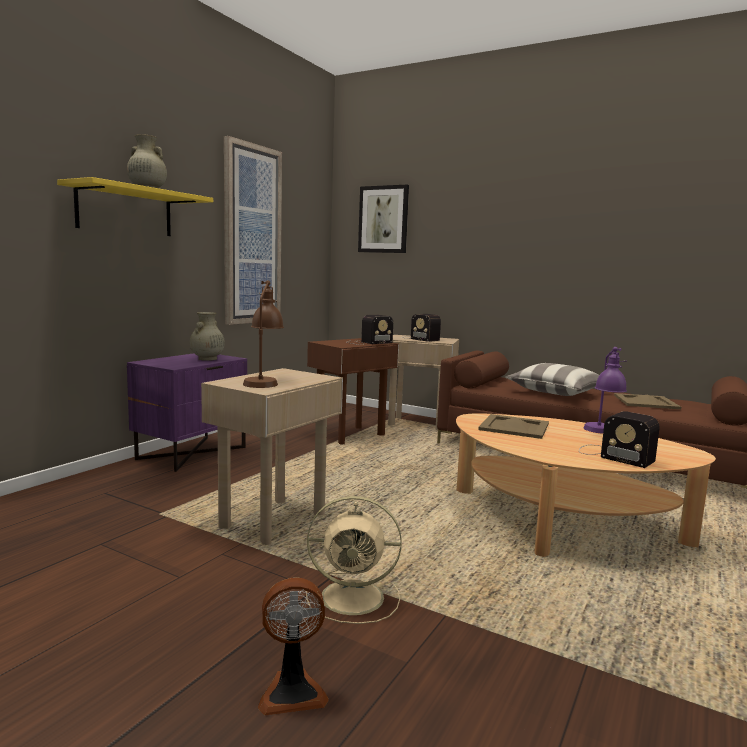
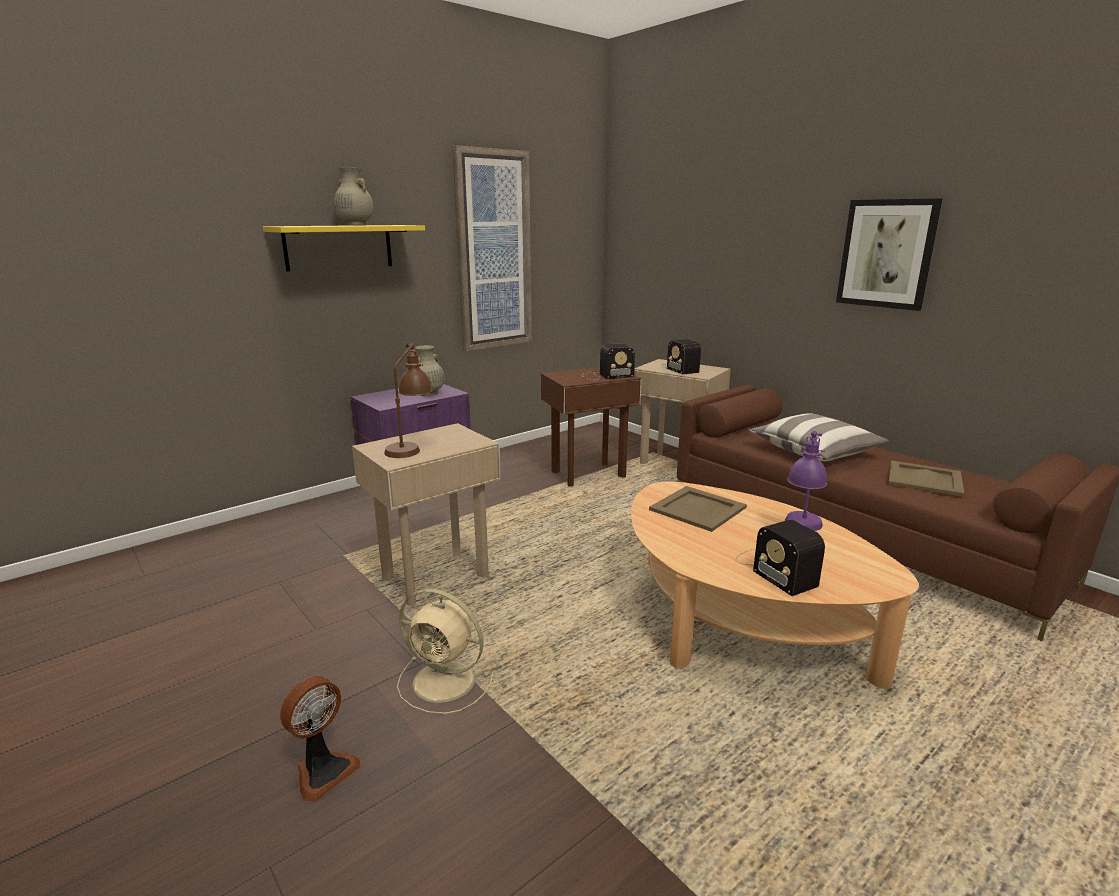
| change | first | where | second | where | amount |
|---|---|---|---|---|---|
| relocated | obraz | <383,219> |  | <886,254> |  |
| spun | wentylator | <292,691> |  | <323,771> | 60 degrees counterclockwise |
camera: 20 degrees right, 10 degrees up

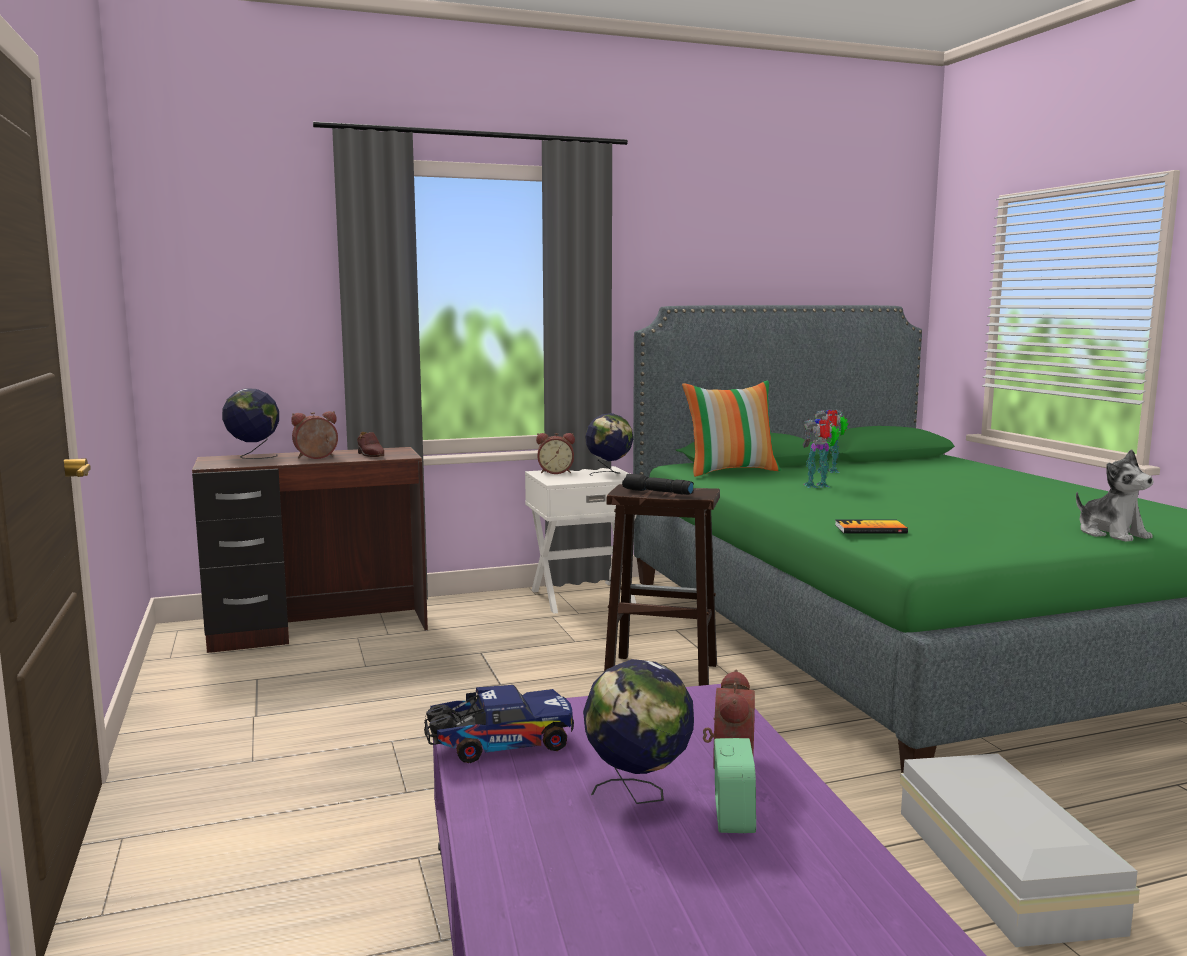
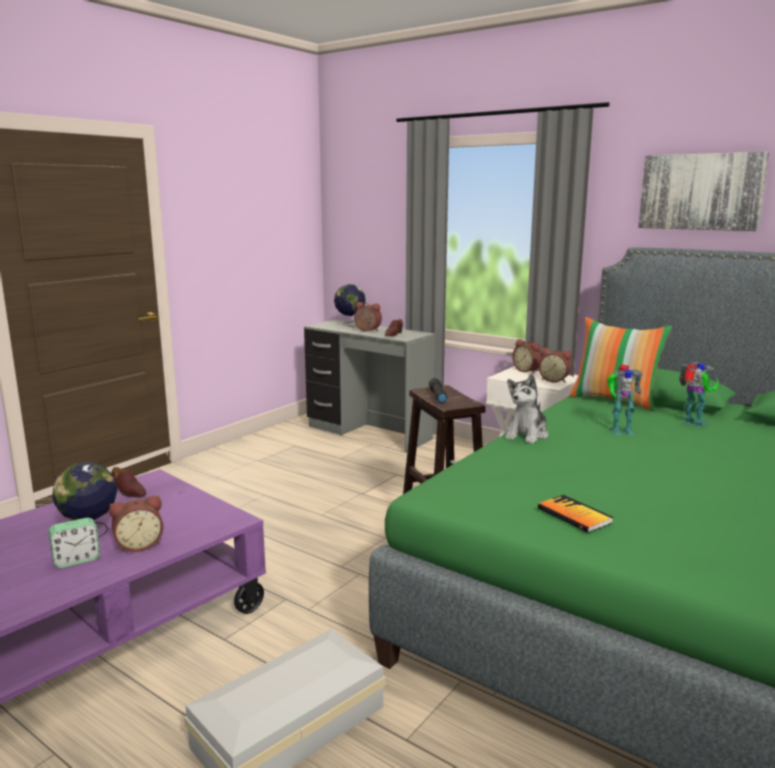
| change | first | where | second | where | amount |
|---|---|---|---|---|---|
| exchanged | globus | <609,473> | budzik | <554,380> |  |
| spun | robot zabawkowy | <818,486> |  | <620,430> | 135 degrees clockwise |
| colour | biurko/brązowy | <319,630> | biurko/szary | <368,433> |  |
| relocated | pluszak | <1111,533> |  | <527,435> |  |
| relocated | książka | <870,529> |  | <574,515> |  |
| exchanged | ciężarówka zabawkowa | <498,745> | but/brązowy | <128,492> |  |
| appeared |  |  | obraz | <700,192> |  |
camera: 55 degrees right, 5 degrees up

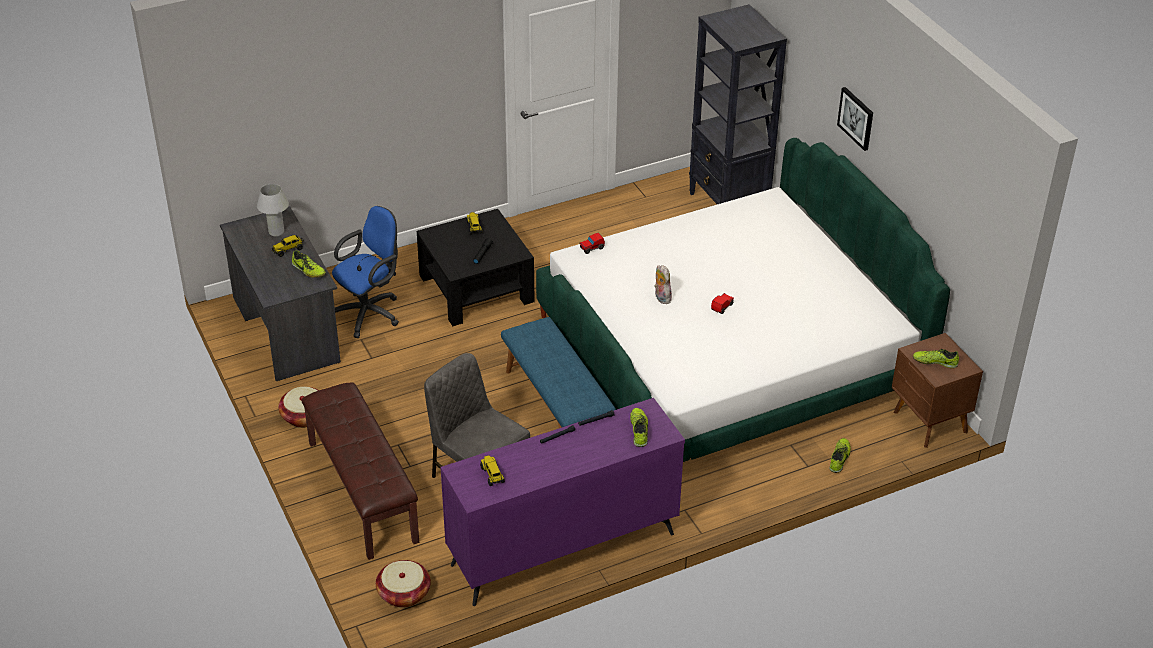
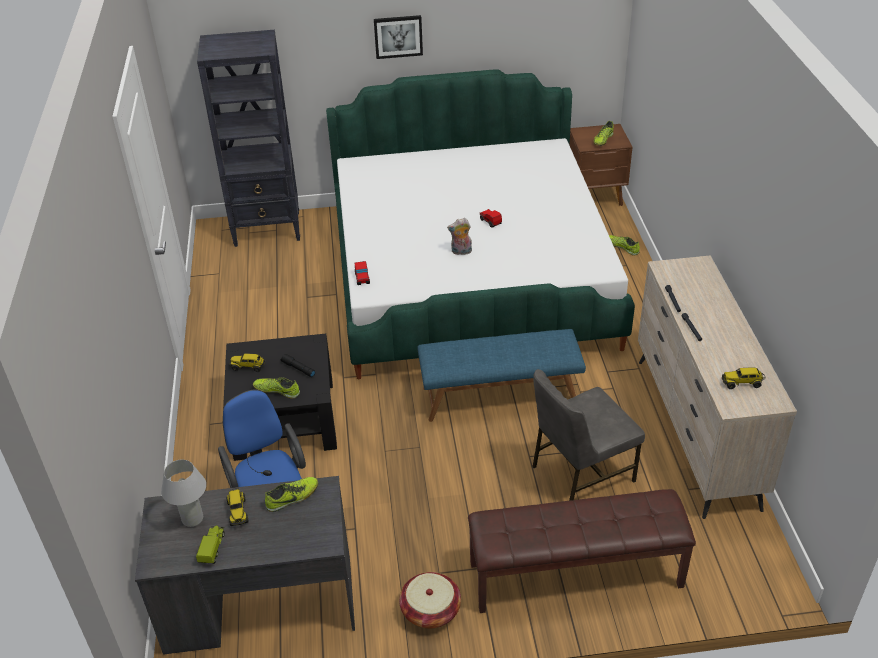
| change | first | where | second | where | amount |
|---|---|---|---|---|---|
| colour | komoda/fioletowy | <562,549> | komoda/beżowy | <695,432> |  |
| relocated | but | <639,430> |  | <277,391> |  |
| missing | koszyk | <404,593> |  |  |  |
| appeared |  |  | ciężarówka zabawkowa | <213,549> |  |
camera: 70 degrees left, 0 degrees up

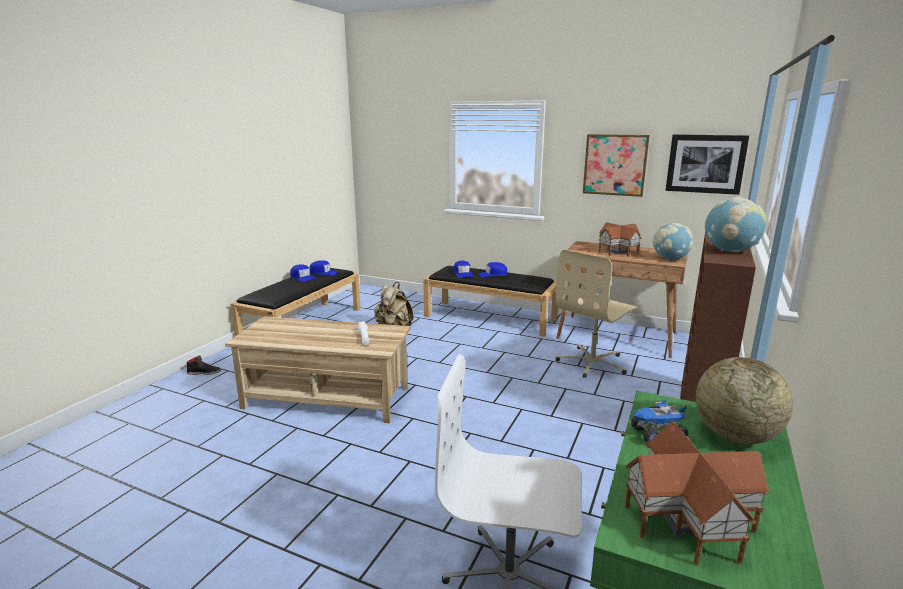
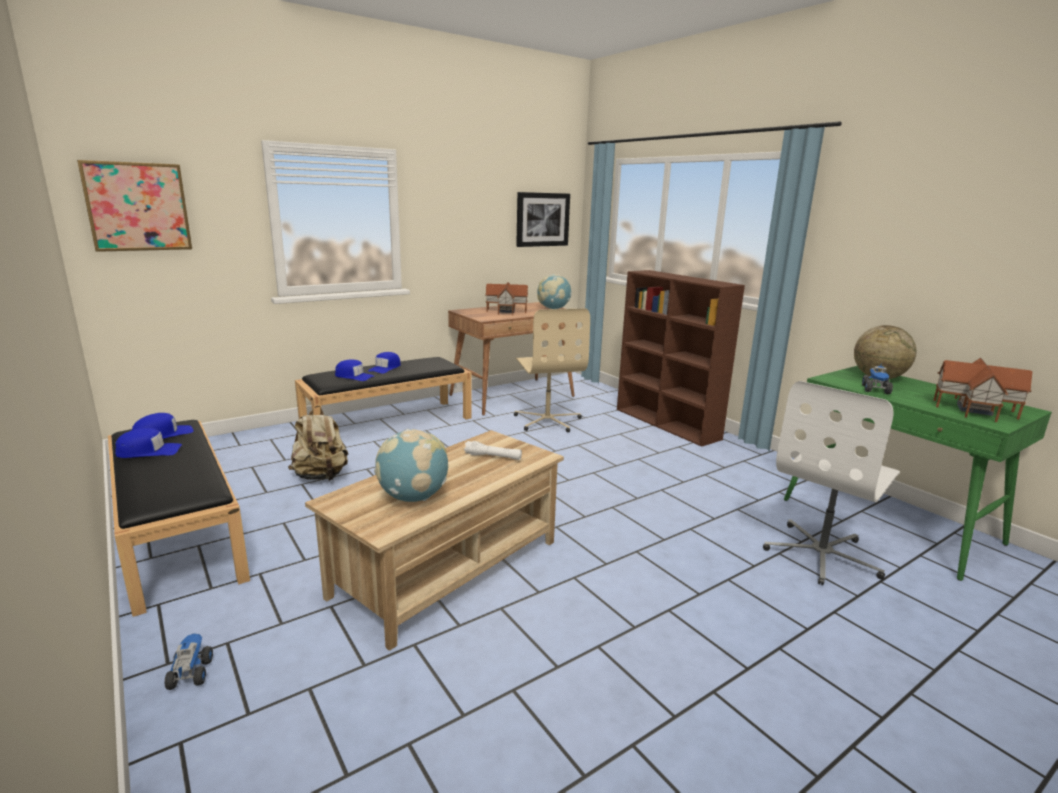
| change | first | where | second | where | amount |
|---|---|---|---|---|---|
| relocated | obraz | <615,164> |  | <137,207> |  |
| relocated | globus | <730,251> |  | <413,497> |  |
| exchanged | but/czarny | <204,372> | ciężarówka zabawkowa | <190,673> |  |
camera: 60 degrees left, 0 degrees up

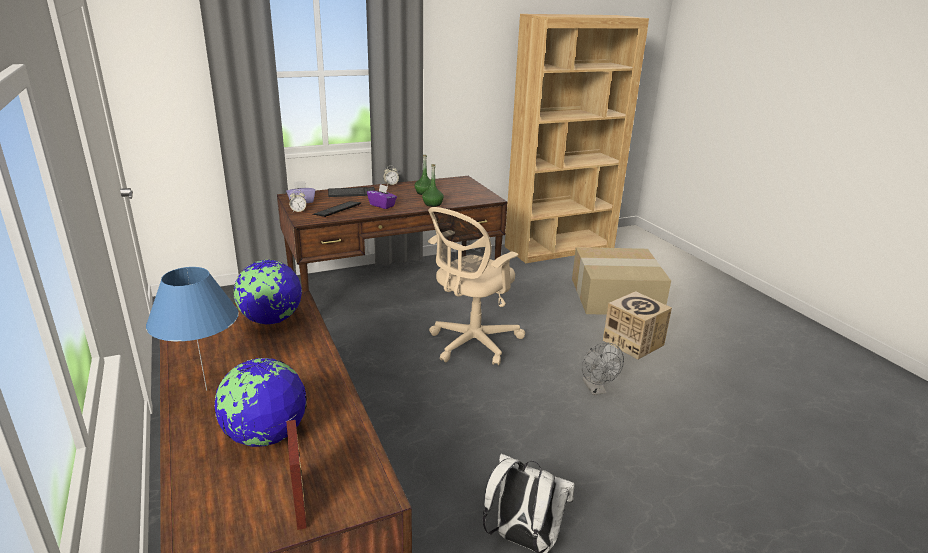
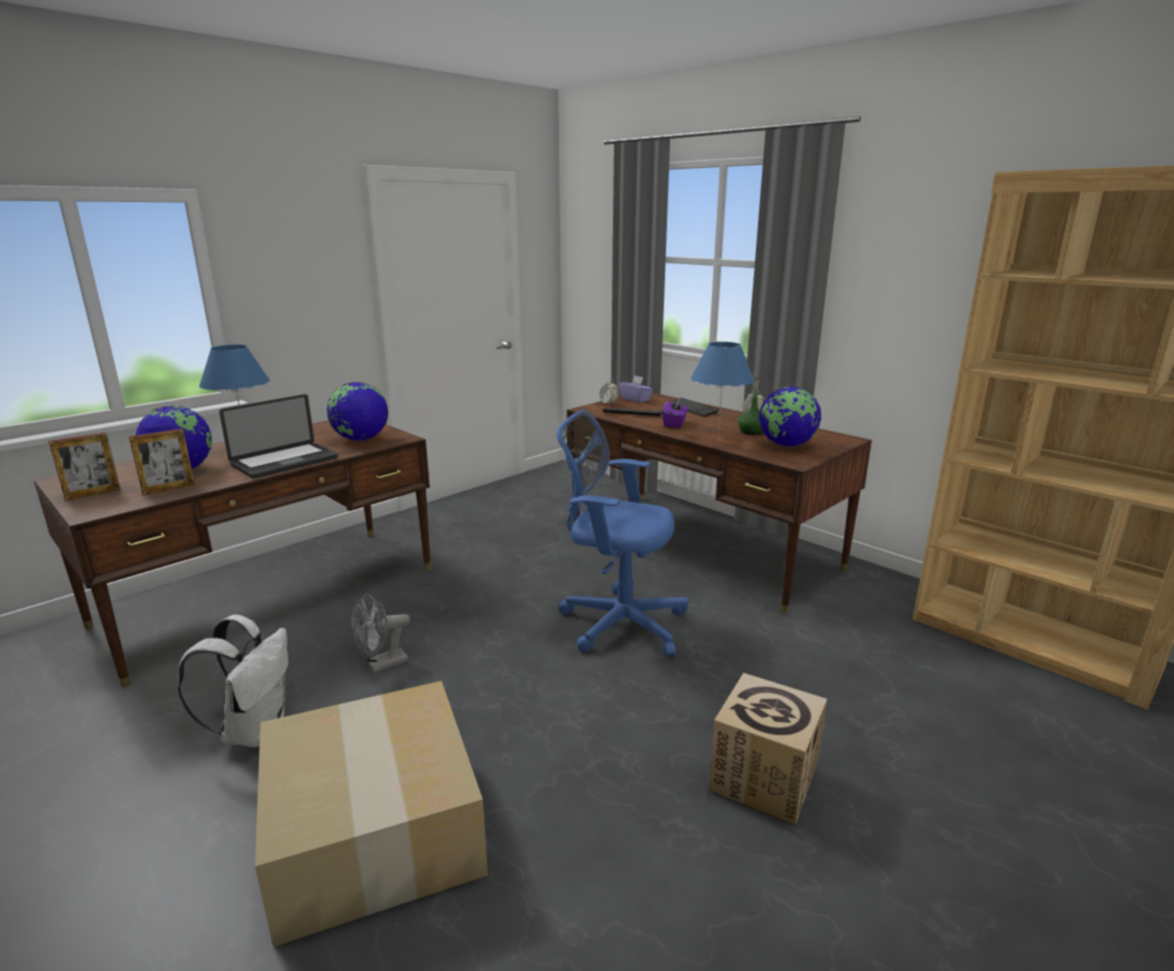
| change | first | where | second | where | amount |
|---|---|---|---|---|---|
| exchanged | butelka/zielony | <432,204> | lampa stołowa/niebieski | <718,440> |  |
| colour | krzesło biurowe/beżowy | <471,344> | krzesło biurowe/niebieski | <618,622> |  |
| relocated | karton | <616,295> |  | <377,832> |  |
| relocated | wentylator/szary | <596,389> |  | <382,665> |  |
| appeared |  |  | globus | <786,445> |  |
| appeared |  |  | laptop | <285,462> |  |
| appeared |  |  | ramka na zdjęcie | <169,489> |  |
camera: 70 degrees right, 5 degrees down

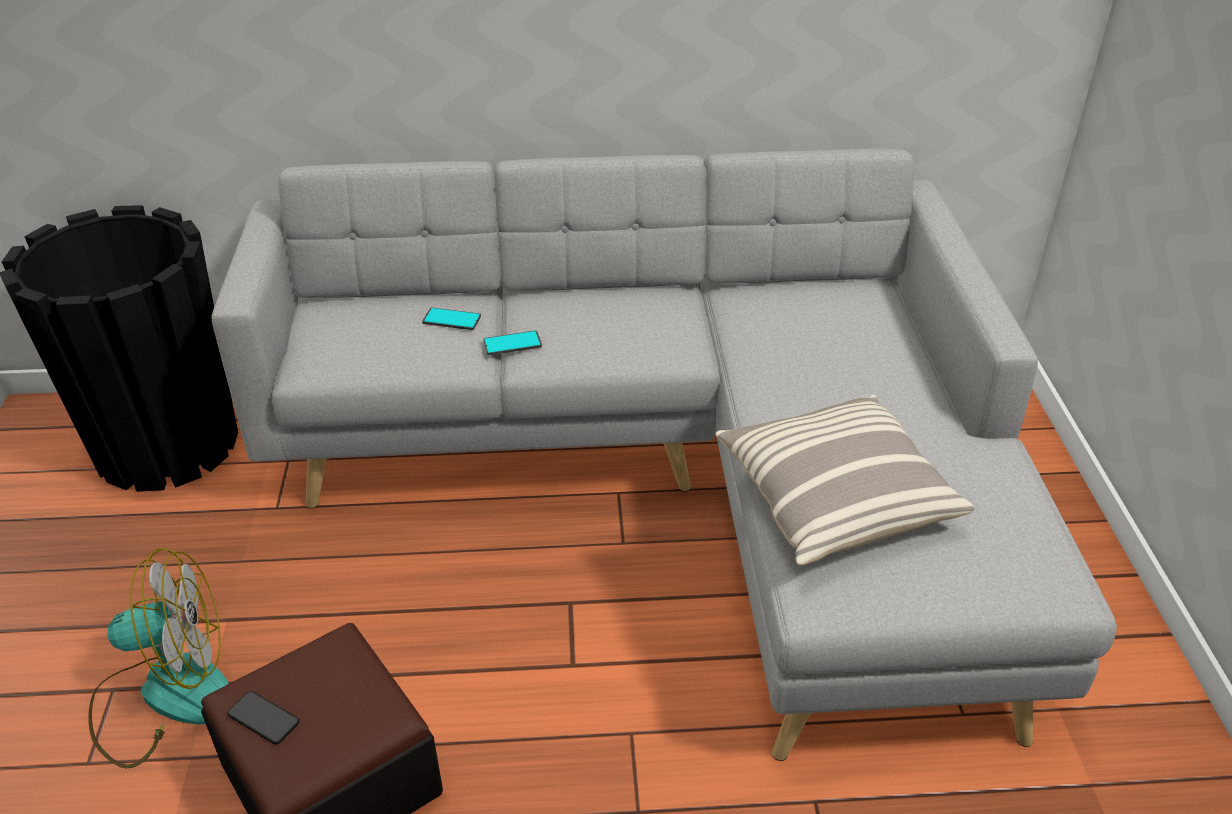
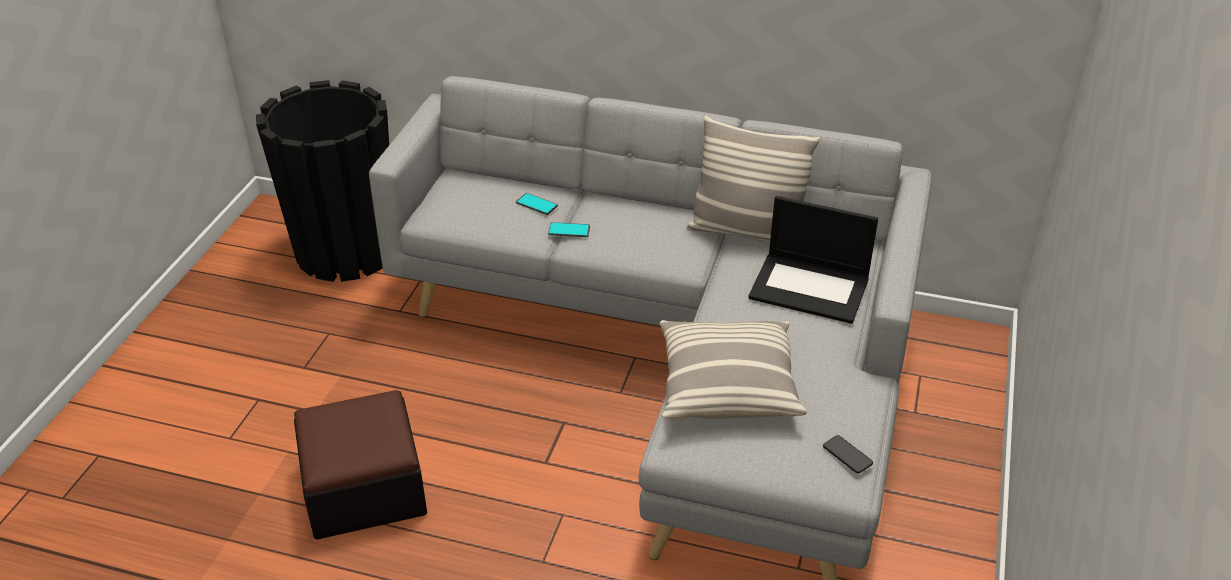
| change | first | where | second | where | amount |
|---|---|---|---|---|---|
| missing | wentylator | <164,695> |  |  |  |
| relocated | telefon | <263,718> |  | <847,455> |  |
| appeared |  |  | poduszka | <746,232> |  |
| appeared |  |  | laptop | <811,288> |  |
camera: 20 degrees right, 0 degrees up

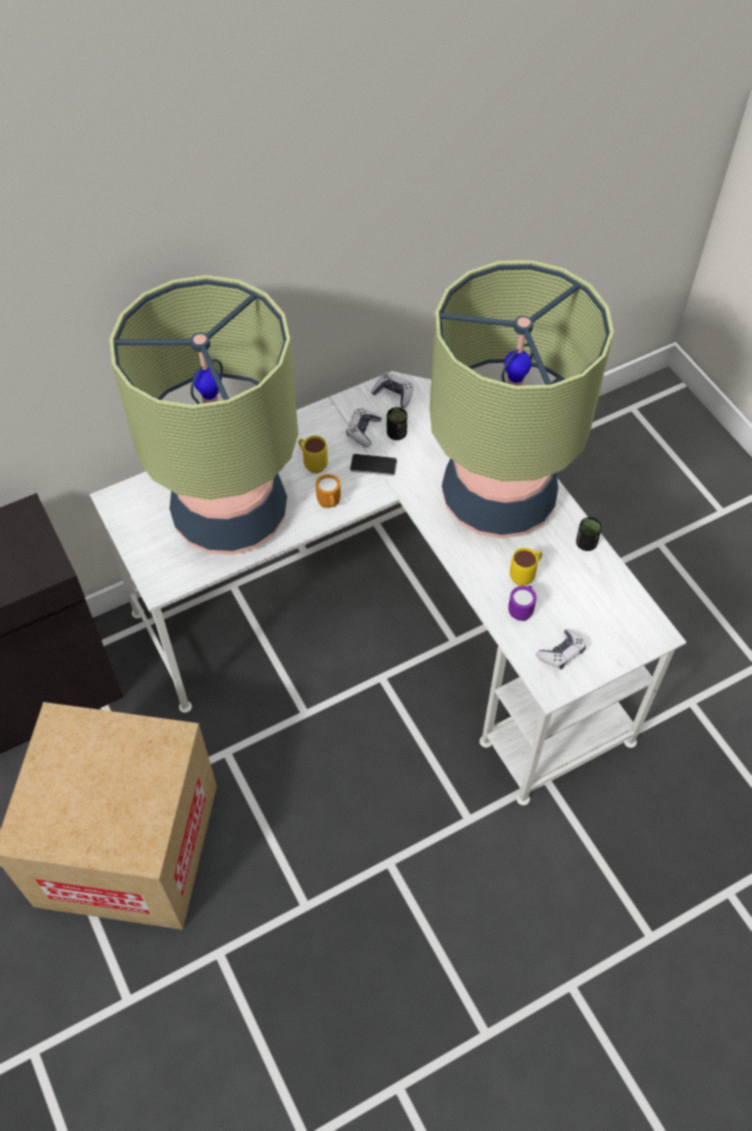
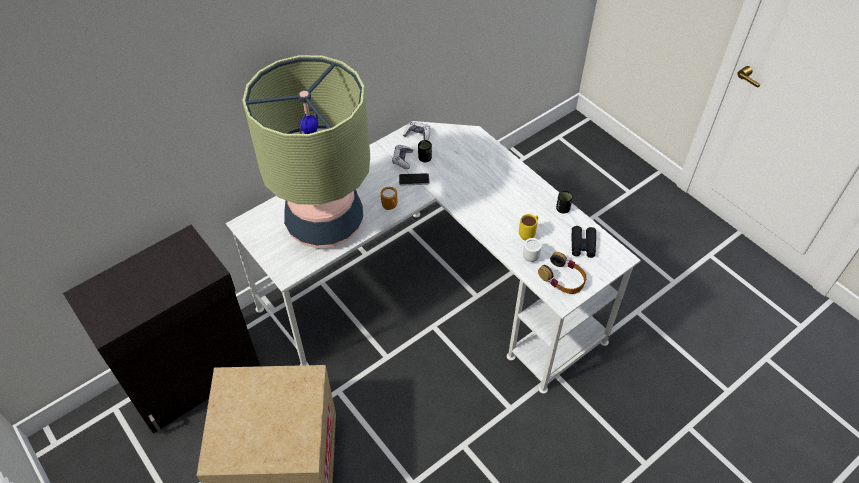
| change | first | where | second | where | amount |
|---|---|---|---|---|---|
| missing | lampa stołowa | <498,498> |  |  |  |
| missing | kubek/żółty | <312,464> |  |  |  |
| colour | kubek/fioletowy | <521,610> | kubek/biały | <531,256> |  |
| exchanged | pad do gier | <561,653> | słuchawki | <563,278> |  |
| appeared |  |  | lornetka/czarny | <583,245> |  |
camera: 10 degrees left, 5 degrees down

